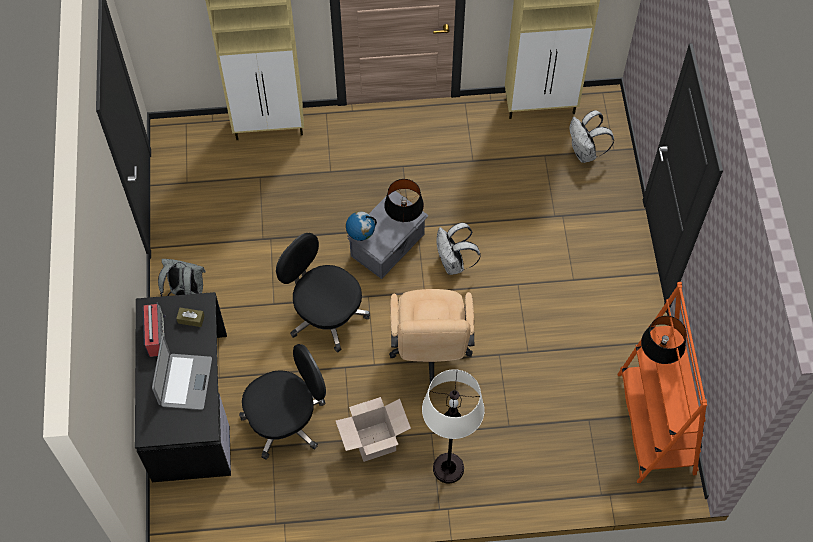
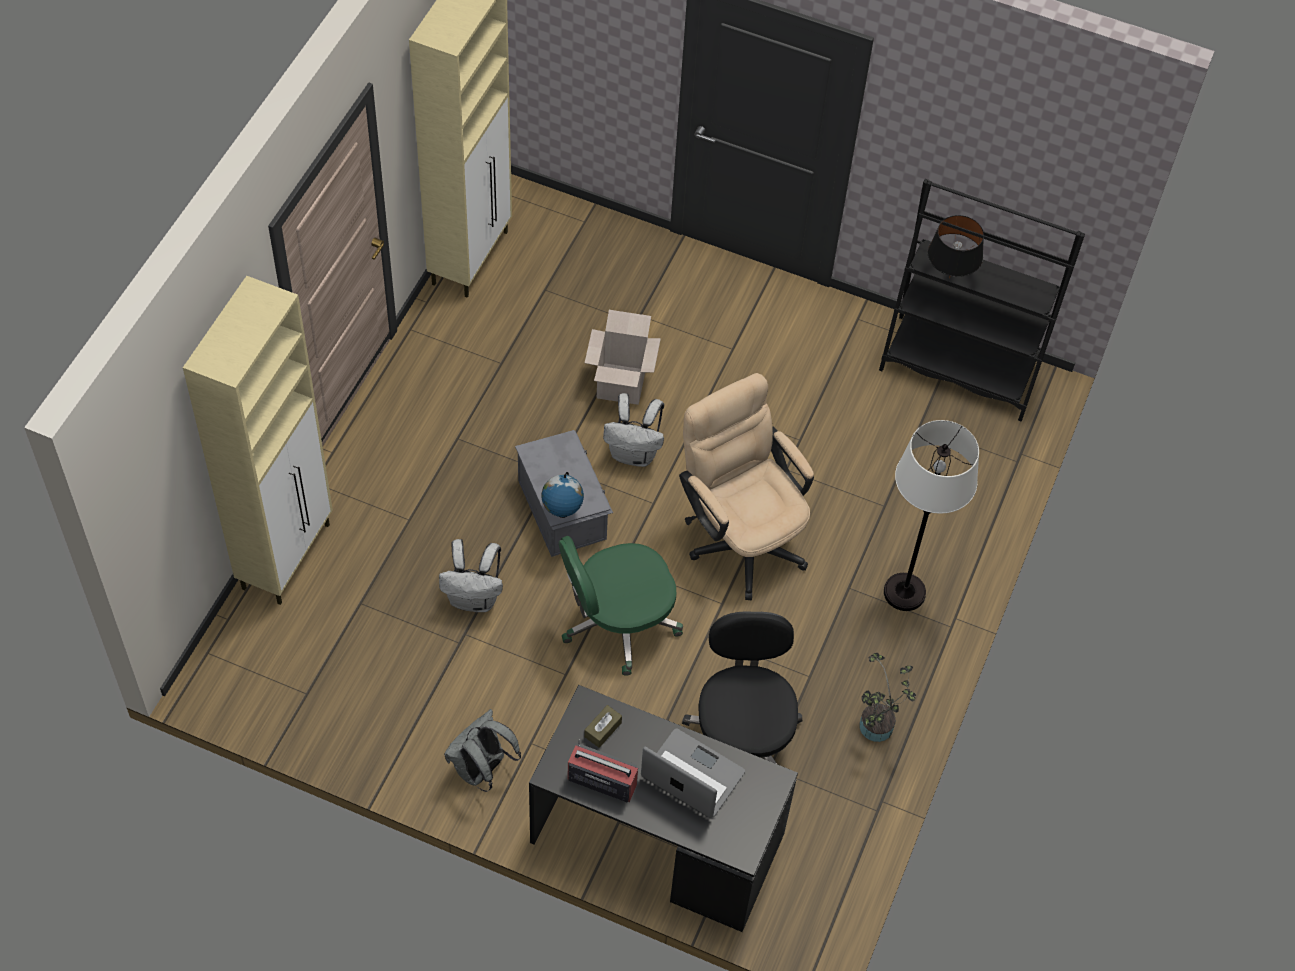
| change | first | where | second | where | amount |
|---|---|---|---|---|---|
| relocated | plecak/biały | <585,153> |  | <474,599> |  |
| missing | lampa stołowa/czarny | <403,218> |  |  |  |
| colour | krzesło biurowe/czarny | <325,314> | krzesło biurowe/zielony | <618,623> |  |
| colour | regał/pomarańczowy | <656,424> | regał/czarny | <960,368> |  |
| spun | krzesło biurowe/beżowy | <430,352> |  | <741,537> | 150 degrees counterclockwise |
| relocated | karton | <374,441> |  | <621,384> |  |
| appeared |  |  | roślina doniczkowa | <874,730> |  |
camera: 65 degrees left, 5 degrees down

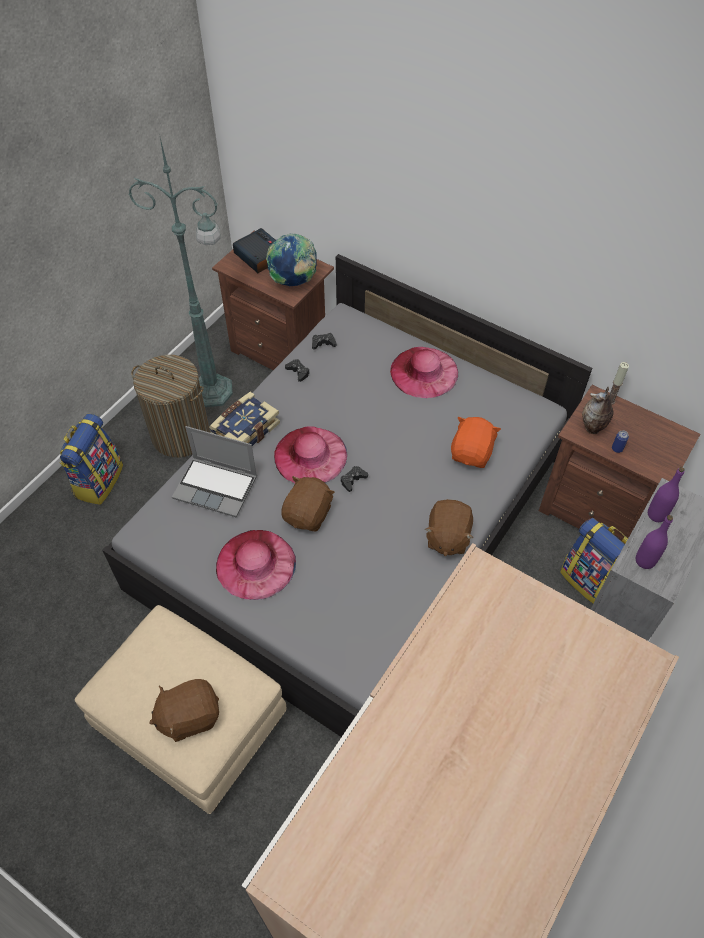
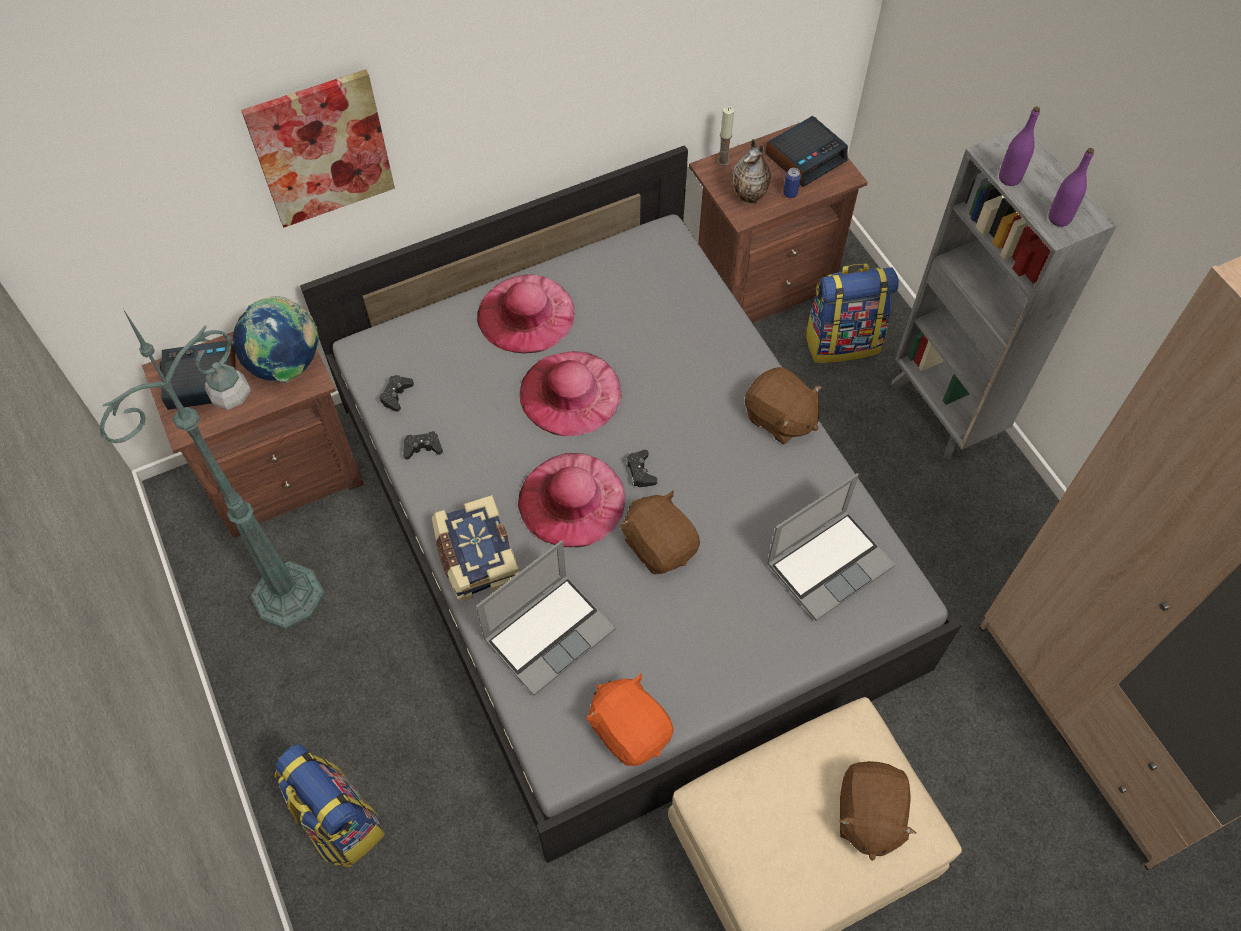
| change | first | where | second | where | amount |
|---|---|---|---|---|---|
| missing | kosz na pranie | <181,434> |  |  |  |
| relocated | pluszak/pomarańczowy | <472,453> |  | <630,729> |  |
| relocated | kapelusz/różowy | <255,564> |  | <570,393> |  |
| appeared |  |  | obraz | <321,148> |  |
| appeared |  |  | budzik | <805,157> |  |
| appeared |  |  | laptop | <829,563> |  |
camera: 60 degrees left, 5 degrees up

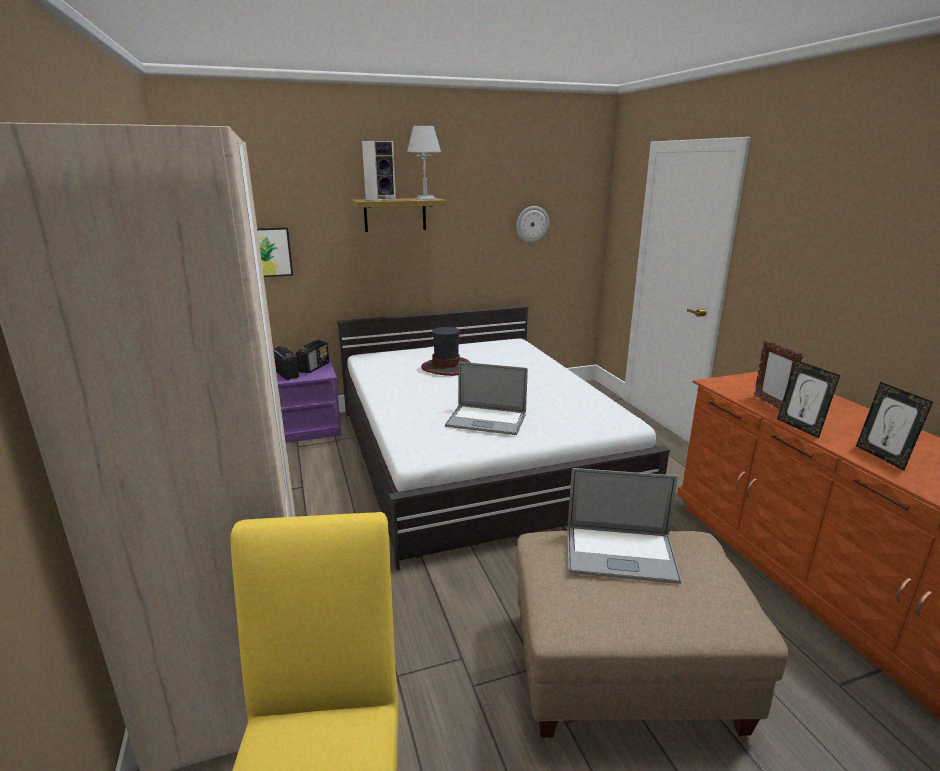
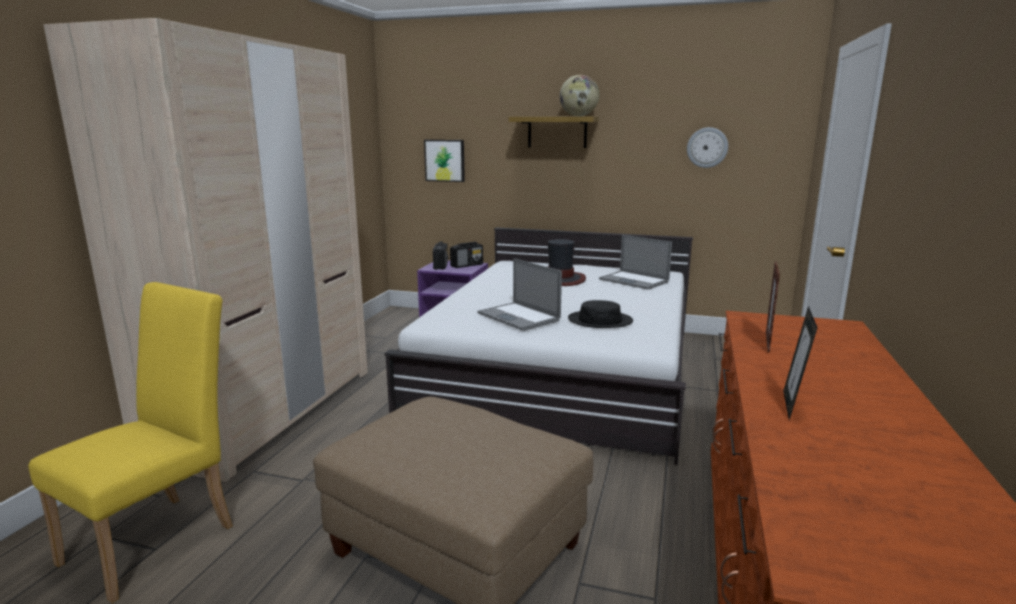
| change | first | where | second | where | amount |
|---|---|---|---|---|---|
| exchanged | lampa stołowa/szary | <425,199> | globus | <578,116> |  |
| missing | głośnik | <381,199> |  |  |  |
| missing | ramka na zdjęcie | <800,427> |  |  |  |
| relocated | laptop | <620,554> |  | <633,280> |  |
| appeared |  |  | kapelusz/czarny | <600,320> |  |
camera: 35 degrees right, 5 degrees down

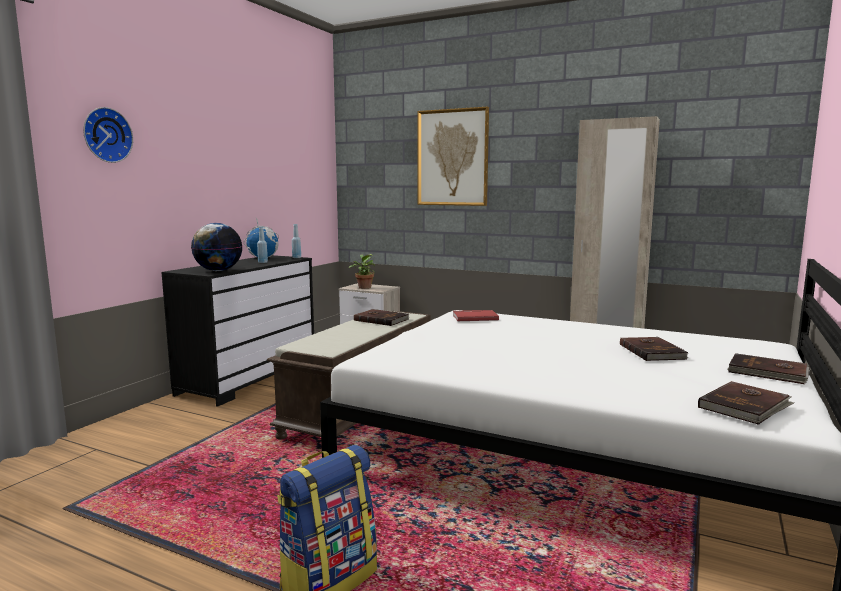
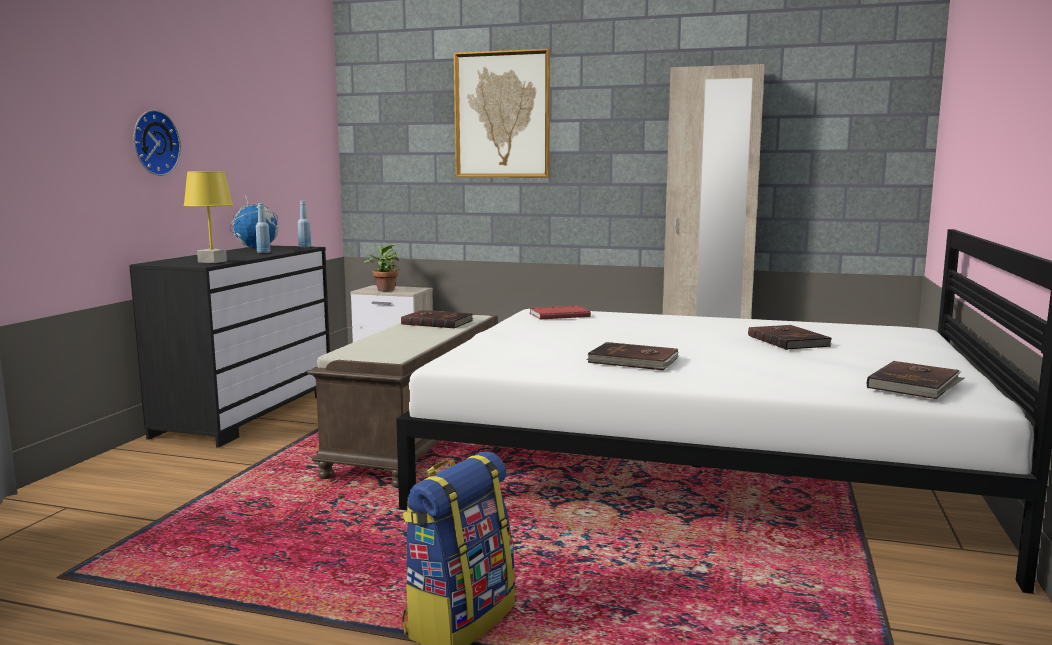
| change | first | where | second | where | amount |
|---|---|---|---|---|---|
| relocated | zegar ścienny | <106,135> |  | <153,143> |  |
| exchanged | globus | <218,270> | lampa stołowa/żółty | <212,262> |  |
| relocated | książka/brązowy | <768,372> |  | <633,361> |  |
camera: 10 degrees left, 0 degrees up

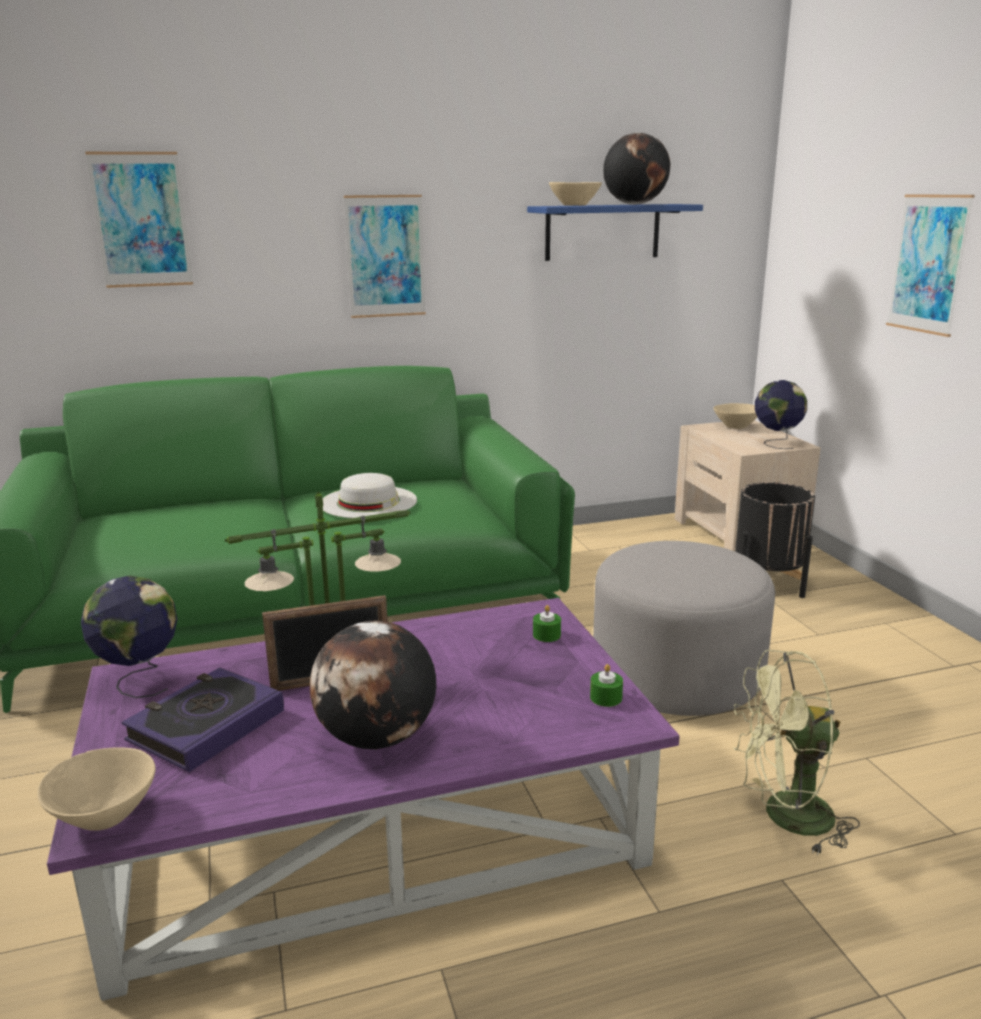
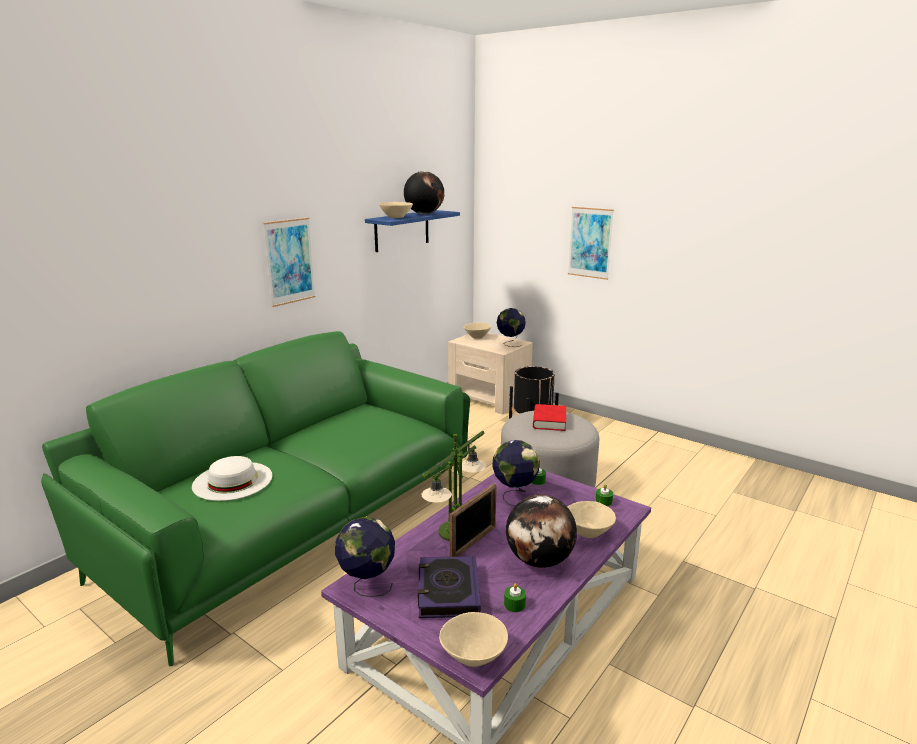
| change | first | where | second | where | amount |
|---|---|---|---|---|---|
| missing | obraz | <141,220> |  |  |  |
| relocated | kapelusz/biały | <368,502> |  | <233,480> |  |
| missing | wentylator/zielony | <785,817> |  |  |  |
| appeared |  |  | książka/czerwony | <549,421> |  |
| appeared |  |  | globus | <514,496> |  |
| appeared |  |  | miska/beżowy | <589,532> |  |
| appeared |  |  | świeca/zielony | <514,604> |  |
camera: 35 degrees left, 0 degrees up

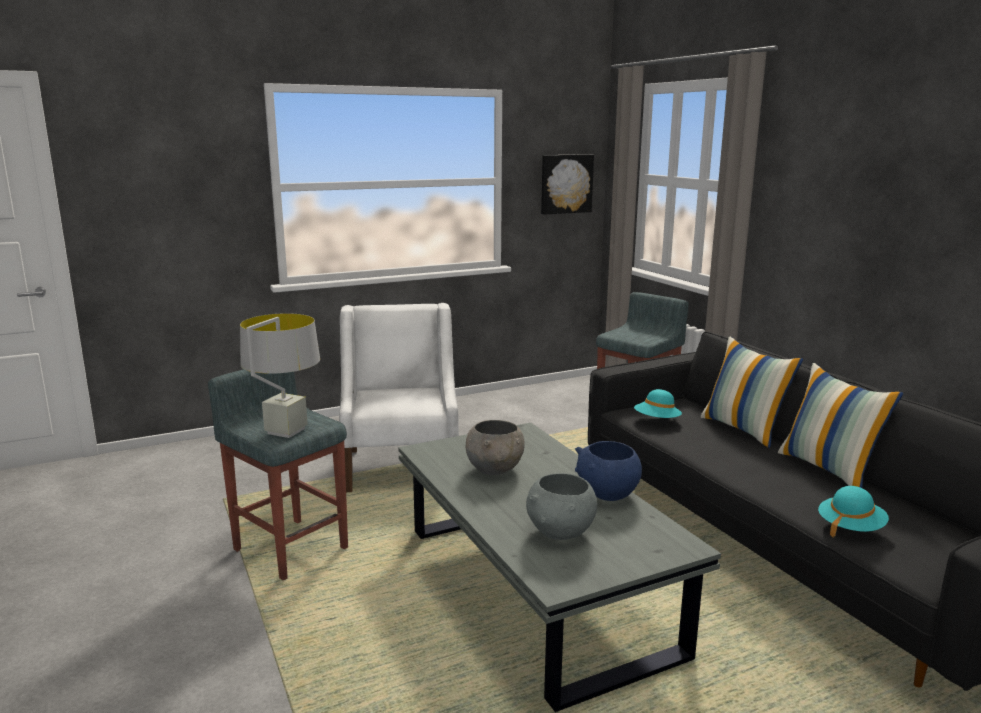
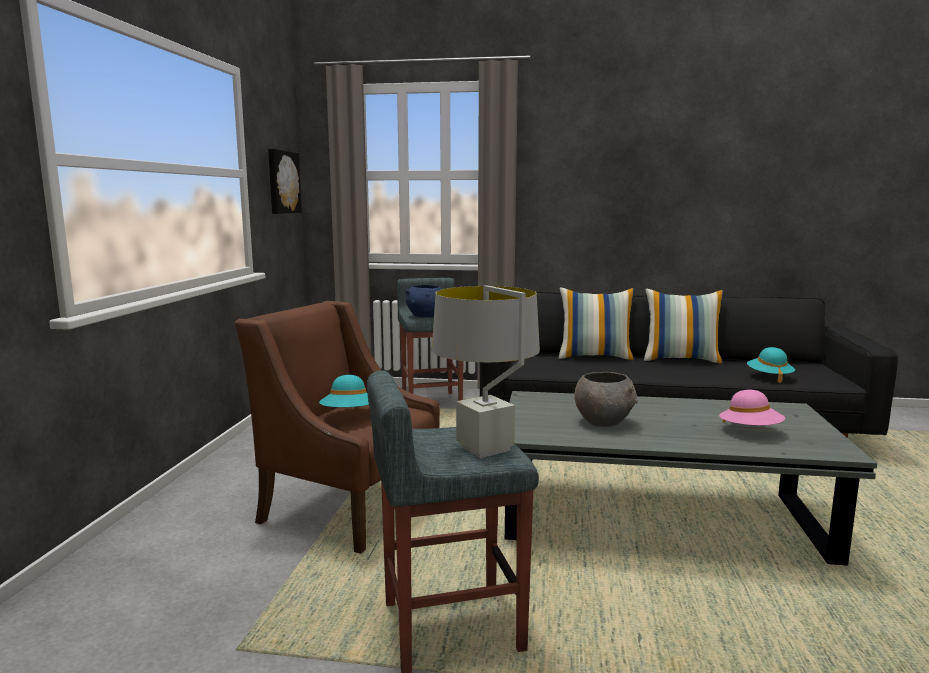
| change | first | where | second | where | amount |
|---|---|---|---|---|---|
| colour | fotel/biały | <401,467> | fotel/brązowy | <348,507> |  |
| relocated | kapelusz/turkusowy | <657,421> |  | <349,414> |  |
| relocated | miska/niebieski | <607,495> |  | <425,316> |  |
| exchanged | miska/szary | <561,533> | kapelusz/różowy | <750,431> |  |
camera: 55 degrees left, 5 degrees down

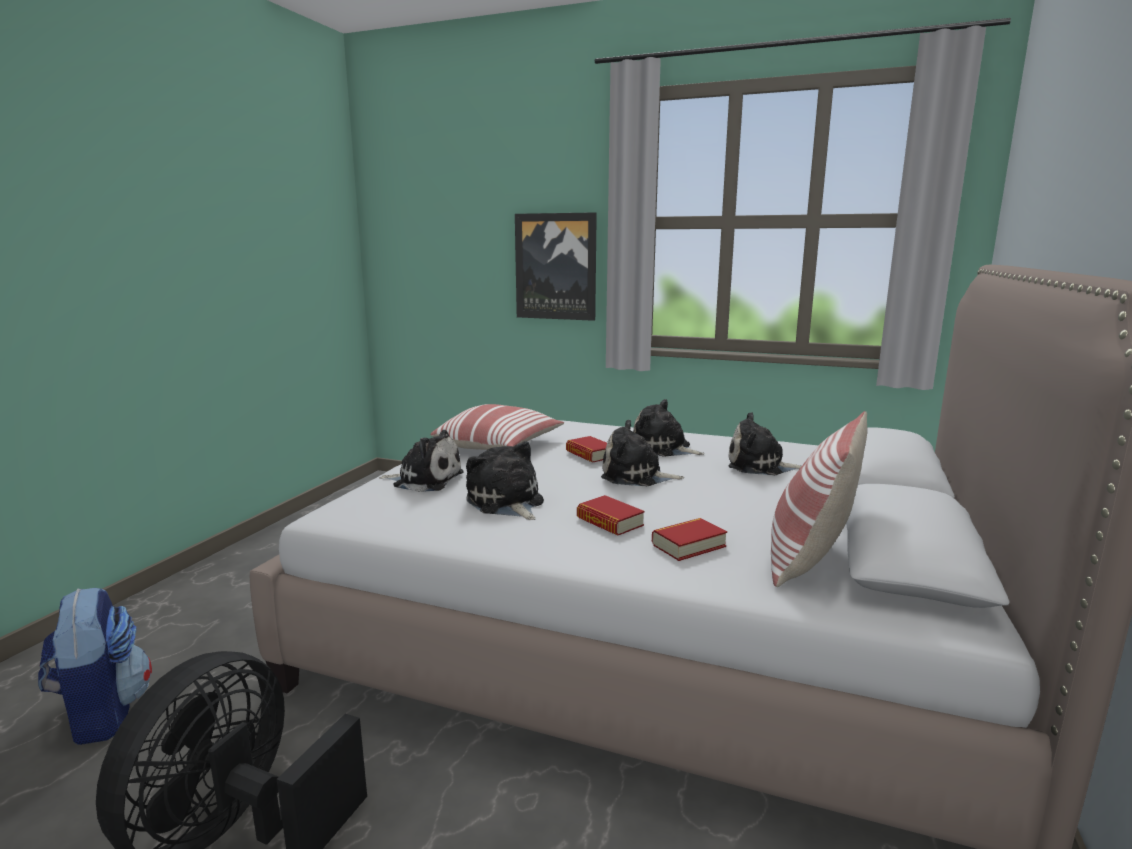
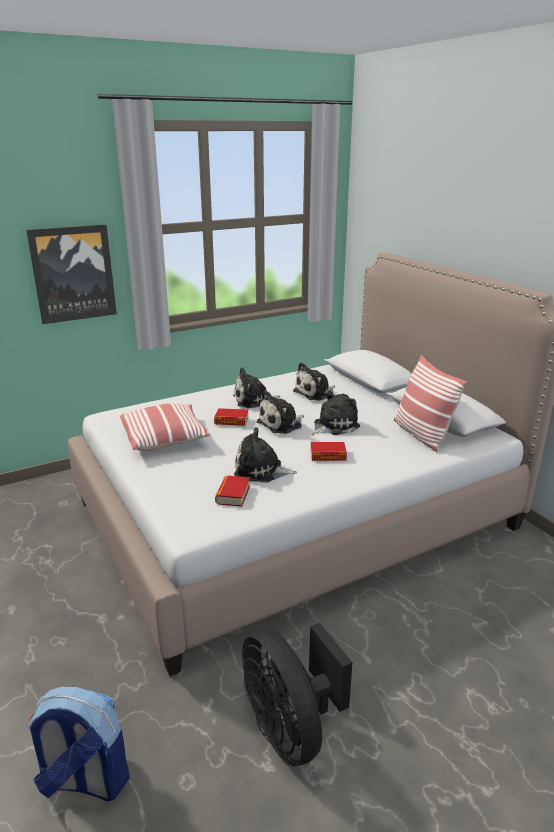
| change | first | where | second | where | amount |
|---|---|---|---|---|---|
| relocated | pluszak | <425,480> |  | <333,425> |  |
| relocated | książka | <688,545> |  | <233,494> |  |
camera: 50 degrees left, 10 degrees up

